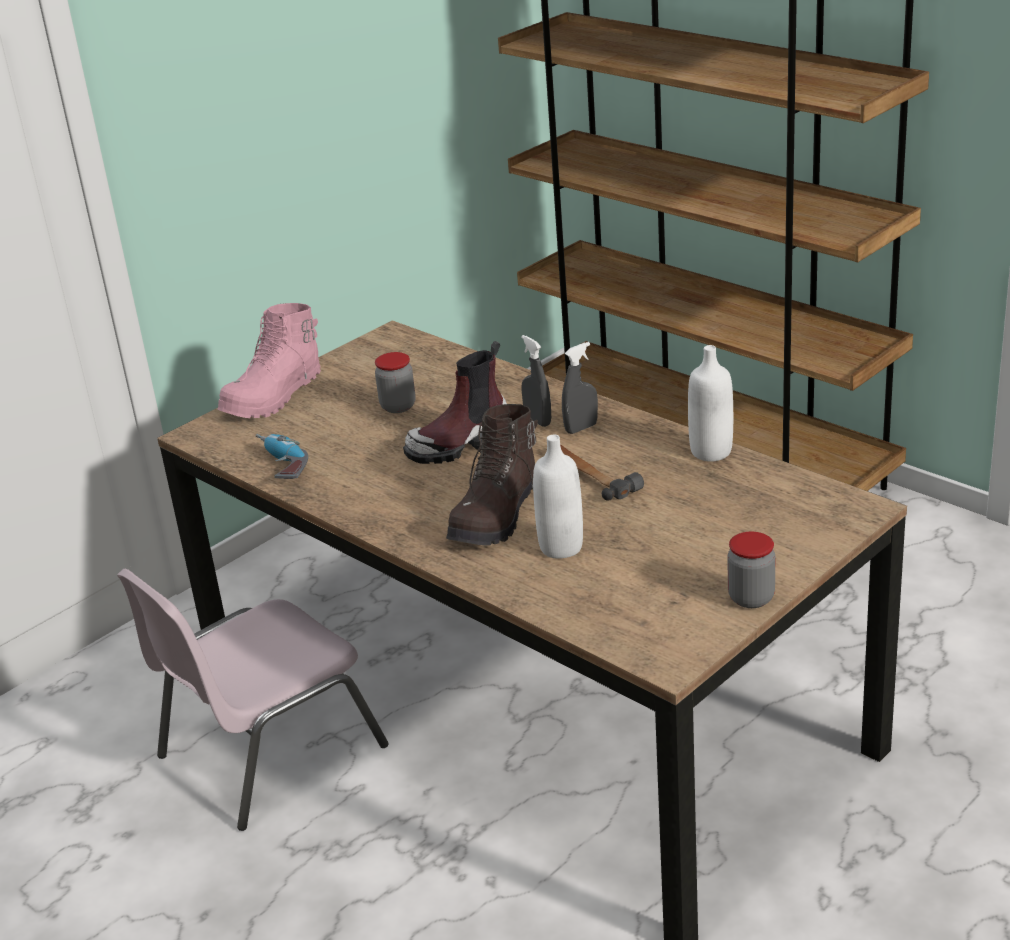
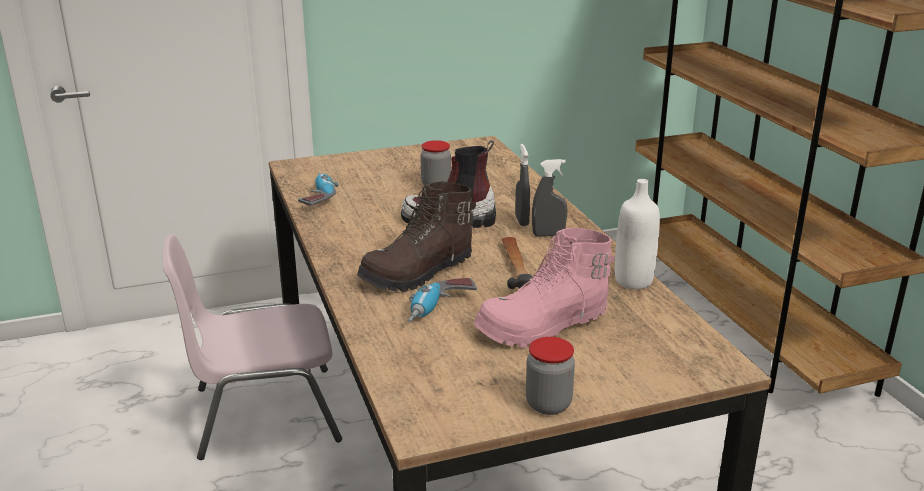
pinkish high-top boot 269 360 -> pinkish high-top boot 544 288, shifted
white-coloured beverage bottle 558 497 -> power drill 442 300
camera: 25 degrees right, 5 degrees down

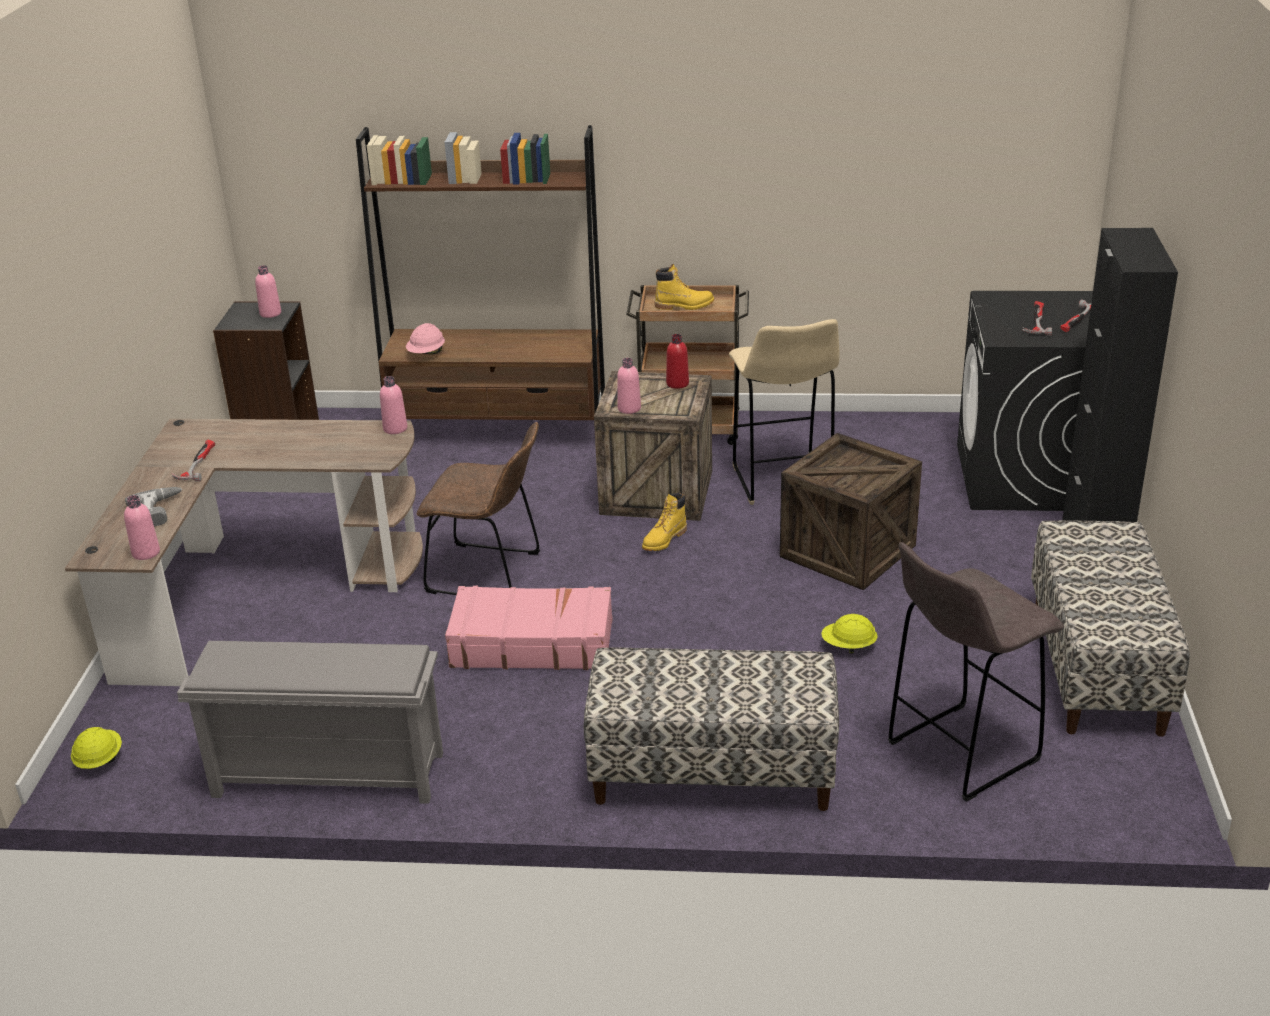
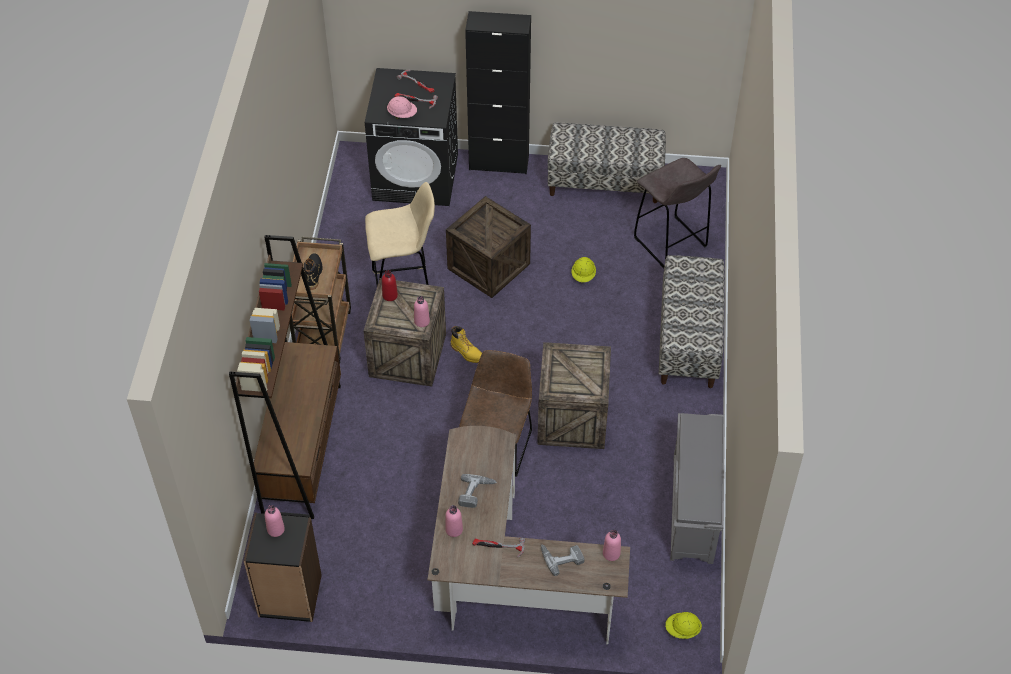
pinkish beverage bottle 393 405 -> pinkish beverage bottle 454 521, shifted
pinkish work helmet 425 338 -> pinkish work helmet 402 107, shifted
pinkish travel case 529 628 -> packing crate 574 395
yellowish high-top boot 684 287 -> black-coloured high-top boot 313 271
none -> power drill 477 491
camera: 90 degrees left, 20 degrees up

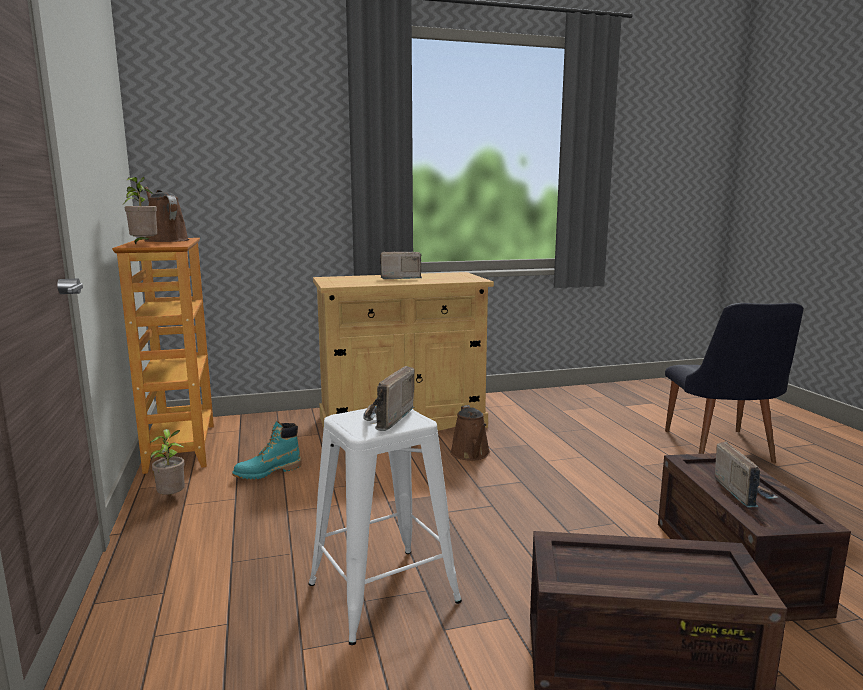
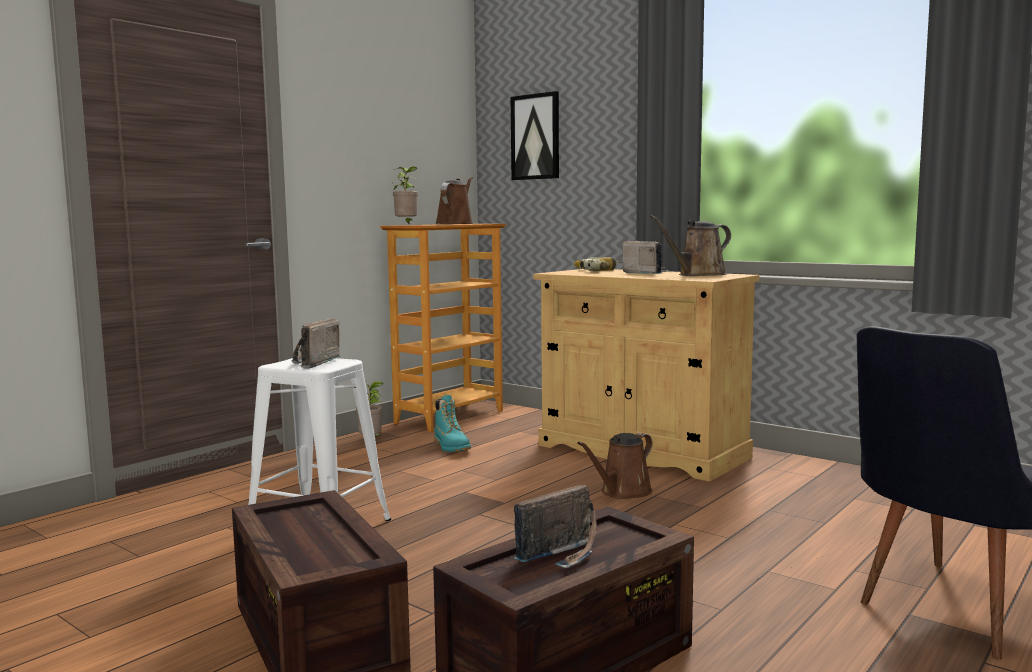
turquoise high-top boot 267 450 -> turquoise high-top boot 452 423, 135 degrees counterclockwise
radio receiver 389 398 -> radio receiver 316 343, 60 degrees counterclockwise
none -> wall art 534 135
none -> power drill 598 264
none -> brown-coloured watering can 690 245
camera: 55 degrees right, 5 degrees down

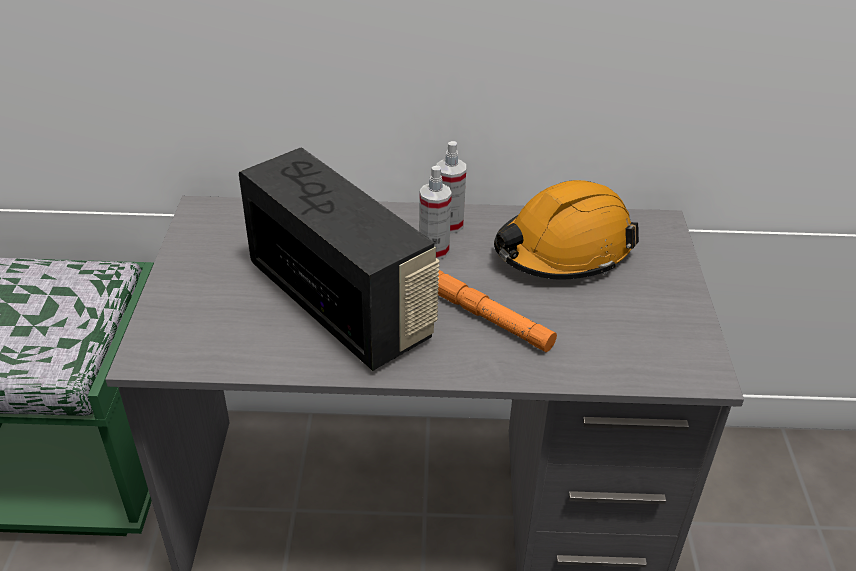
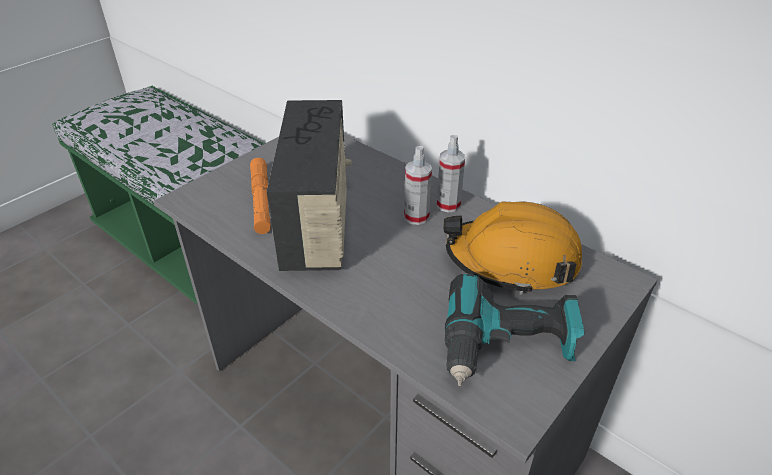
orangey hand torch 497 311 -> orangey hand torch 260 196, shifted
none -> power drill 514 329
camera: 40 degrees right, 0 degrees up

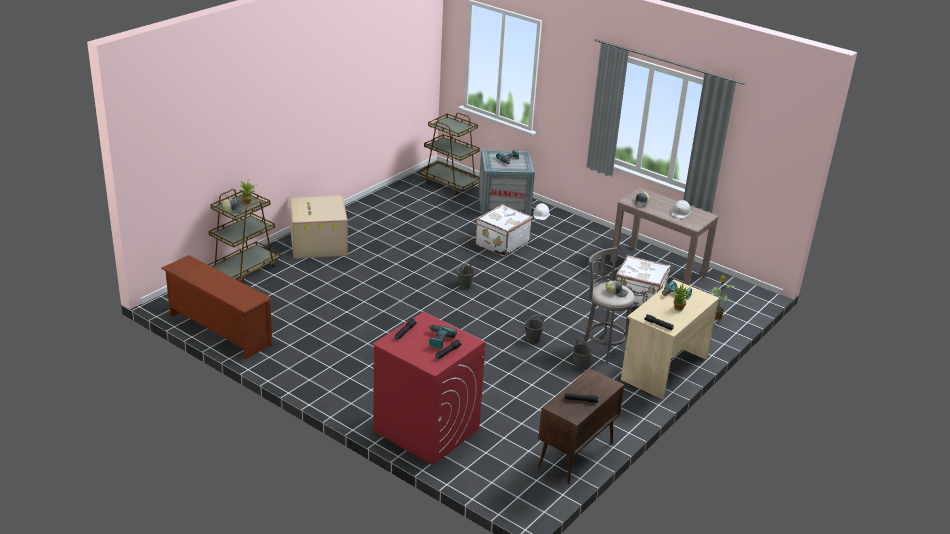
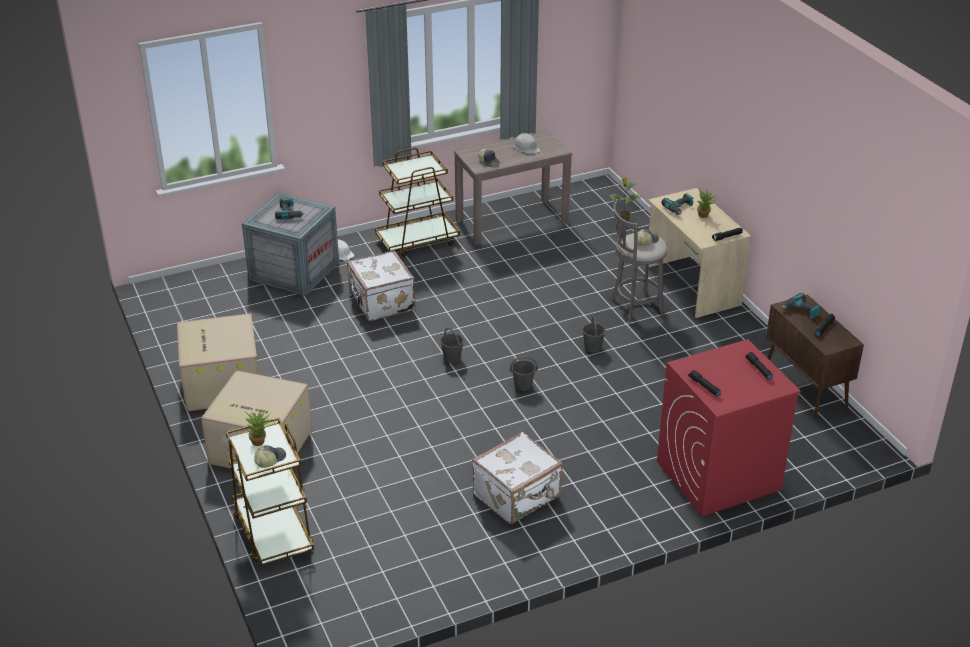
brown-coloured shoe rack 216 307 -> none
brown-coloured cart 449 154 -> brown-coloured cart 417 202, shifted
power drill 442 336 -> power drill 801 306, shifted
gray bucket 583 354 -> gray bucket 524 373, shifted
white-coloured travel case 643 281 -> white-coloured travel case 517 478, shifted
none -> carton 218 362
camera: 60 degrees left, 5 degrees up

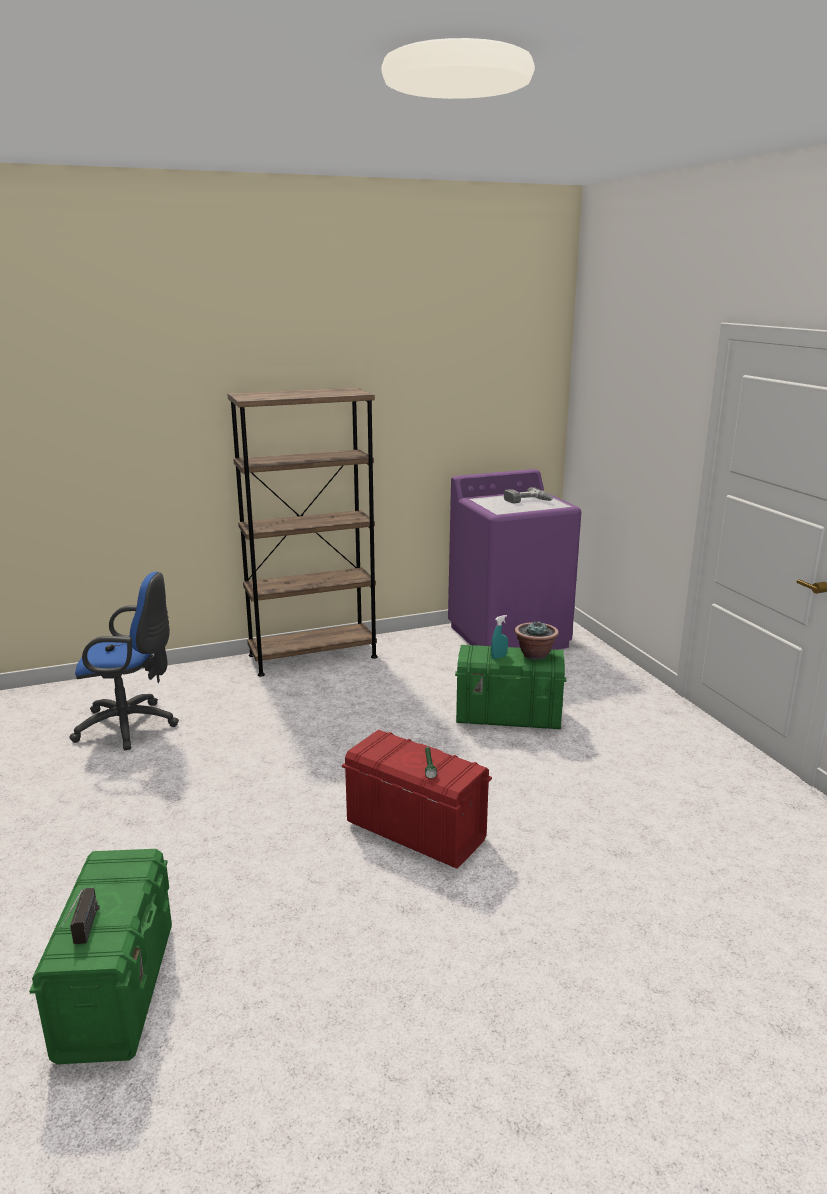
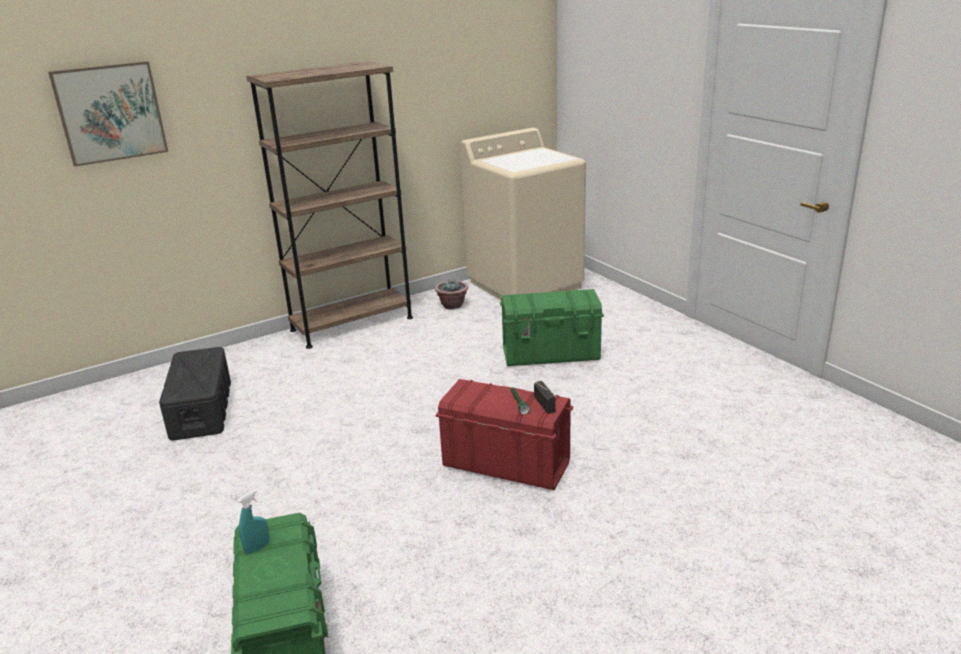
radio receiver 80 916 -> radio receiver 545 397, shifted
blue desk chair 124 661 -> black-coloured storage bin 195 393
purplish laundry appliance 514 559 -> beige laundry appliance 523 214
turquoise hand sprayer 499 637 -> turquoise hand sprayer 253 522, shifted
power drill 528 495 -> none
houseplant 537 640 -> houseplant 451 294, shifted
none -> wall art 108 114
camera: 10 degrees left, 5 degrees up

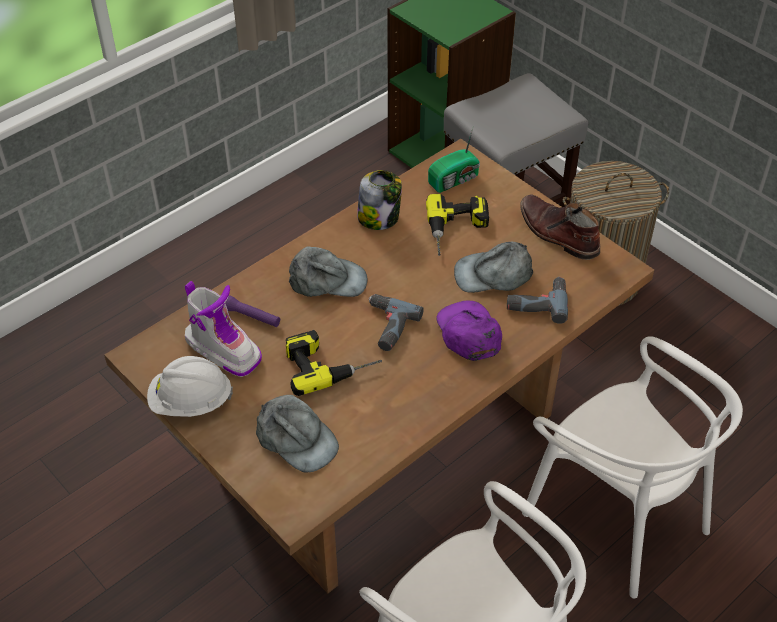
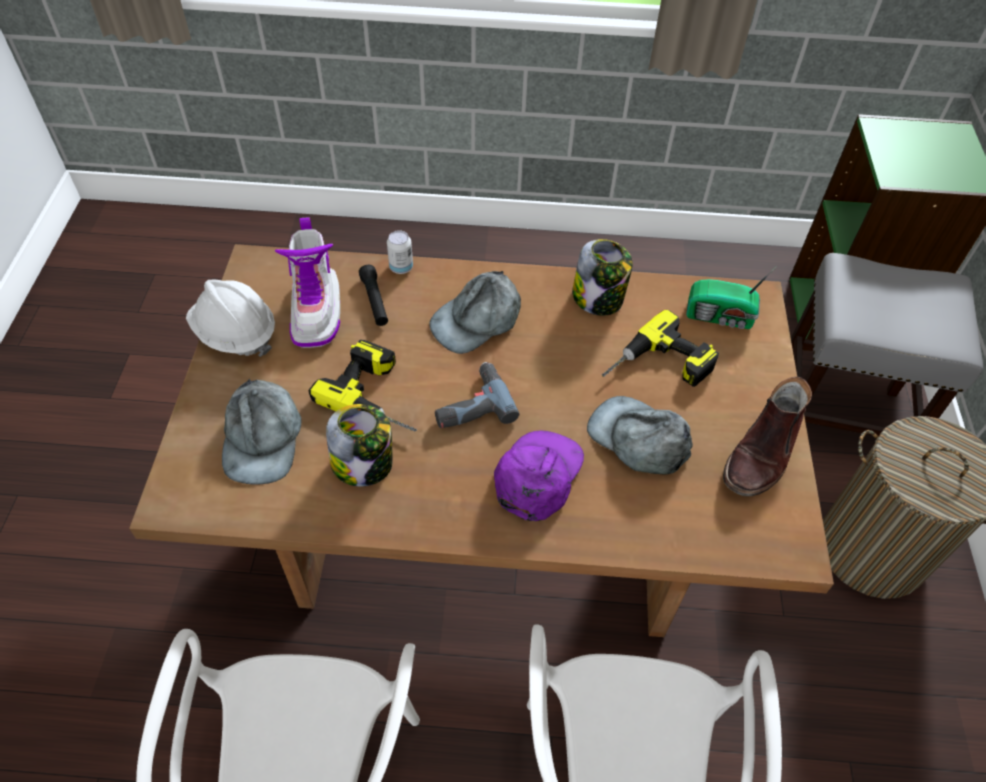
purplish hand torch 252 311 -> black-coloured hand torch 373 295
gray peaked cap 328 271 -> gray peaked cap 475 312, 90 degrees clockwise
power drill 537 300 -> none
brown-coloured high-top boot 560 227 -> brown-coloured high-top boot 767 436, 150 degrees counterclockwise
none -> preserve jar 359 445
none -> sealed can 400 252
camera: 45 degrees right, 5 degrees up

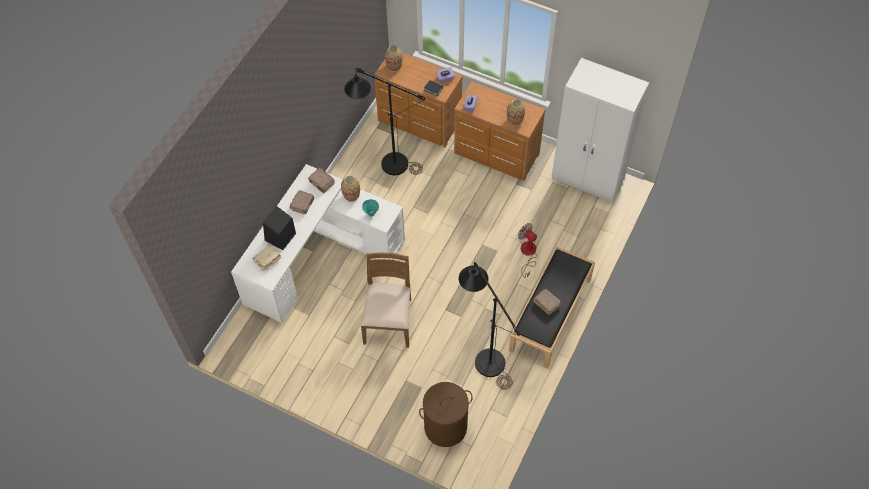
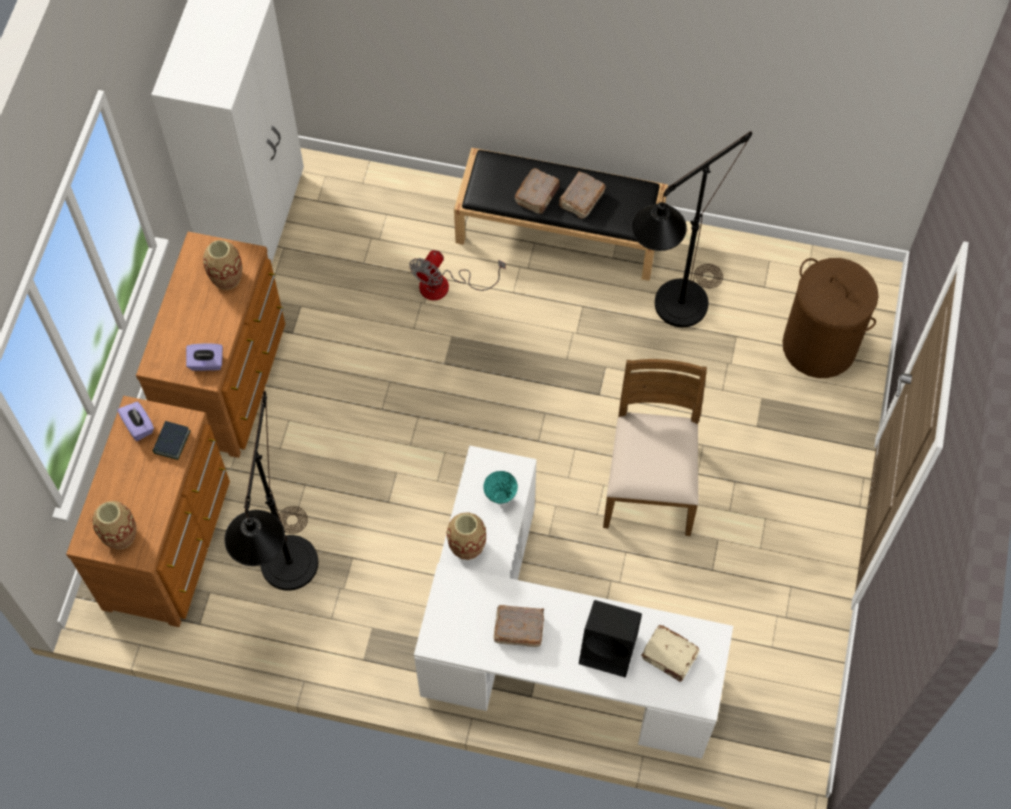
brown-coloured book 321 180 -> brown-coloured book 537 191, shifted
brown-coloured upright chair 386 300 -> brown-coloured upright chair 655 447, 105 degrees clockwise
camera: 105 degrees left, 5 degrees up

